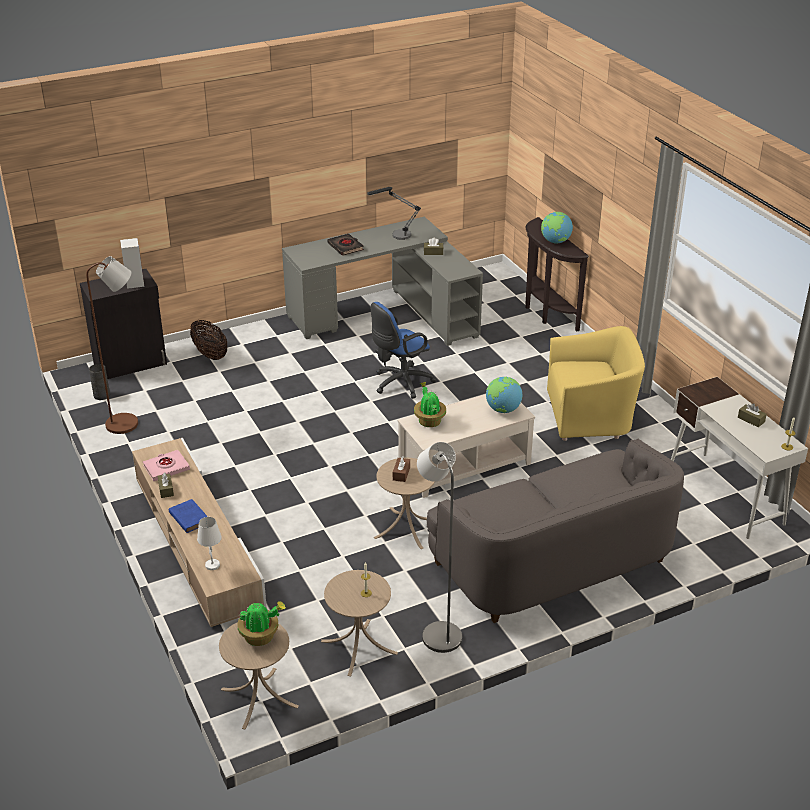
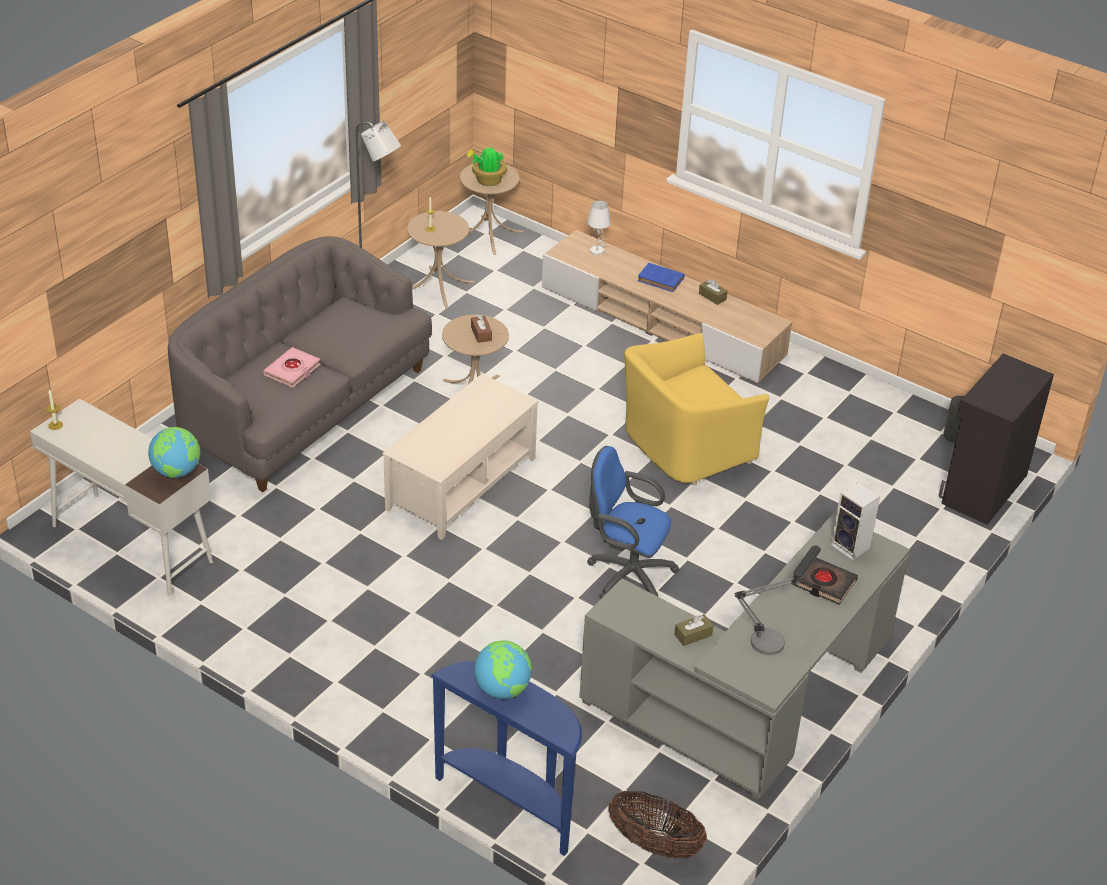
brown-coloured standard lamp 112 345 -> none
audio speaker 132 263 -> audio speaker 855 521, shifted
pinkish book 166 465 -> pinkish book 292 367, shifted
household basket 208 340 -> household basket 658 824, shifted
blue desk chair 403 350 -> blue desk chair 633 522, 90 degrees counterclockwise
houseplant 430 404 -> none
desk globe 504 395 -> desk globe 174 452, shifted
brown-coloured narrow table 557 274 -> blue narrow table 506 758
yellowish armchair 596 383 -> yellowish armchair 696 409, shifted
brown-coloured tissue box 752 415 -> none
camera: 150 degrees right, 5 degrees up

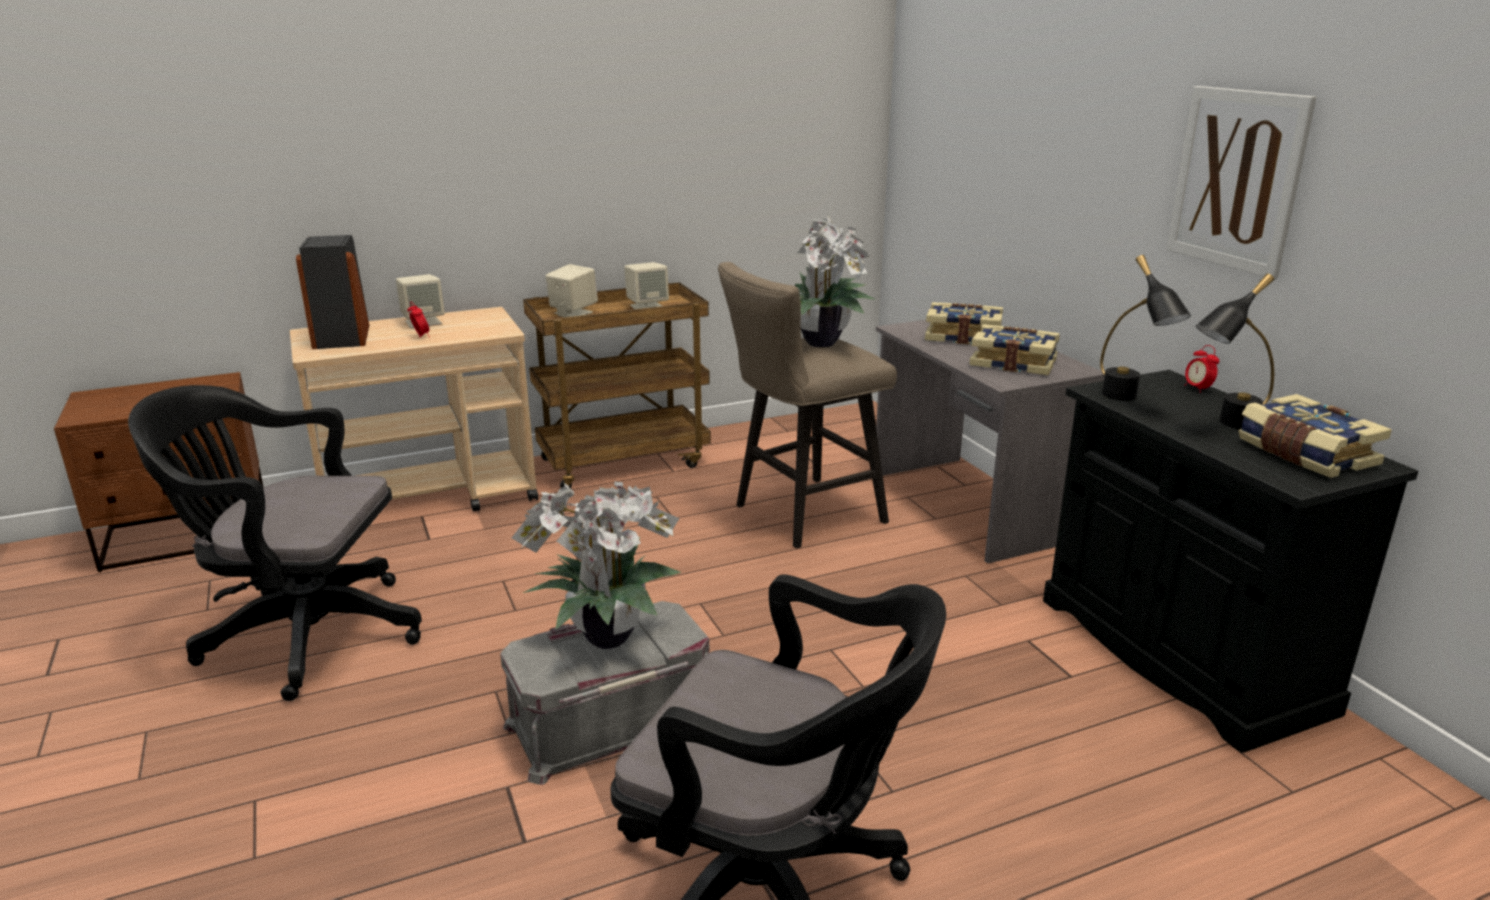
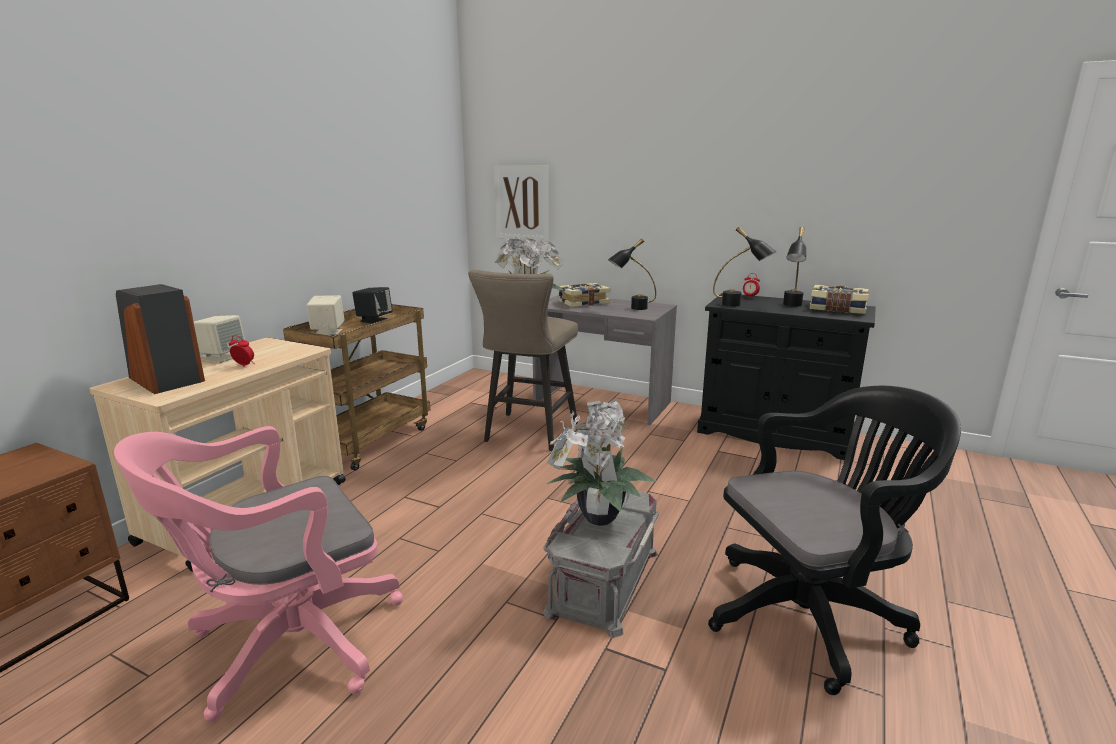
black-coloured desk chair 275 543 -> pinkish desk chair 258 574
beige audio speaker 646 285 -> black-coloured audio speaker 372 305
book 1014 349 -> black-coloured tabletop lamp 632 274
wall art 1242 182 -> wall art 521 203, shifted
camera: 40 degrees left, 5 degrees down

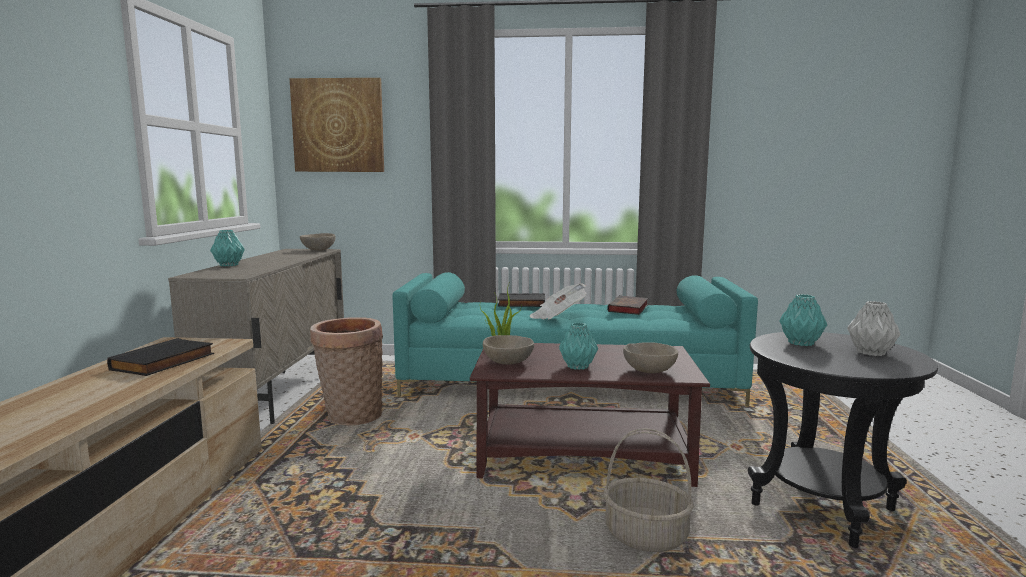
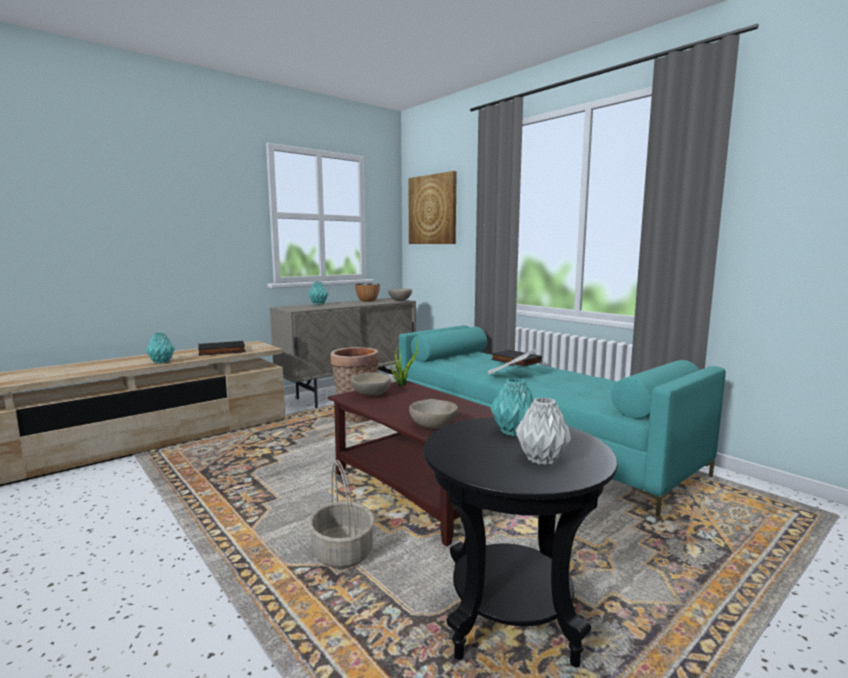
turquoise decorative vase 578 346 -> turquoise decorative vase 160 348, shifted
book 627 305 -> none
none -> deep dish 367 292
camera: 45 degrees right, 0 degrees up

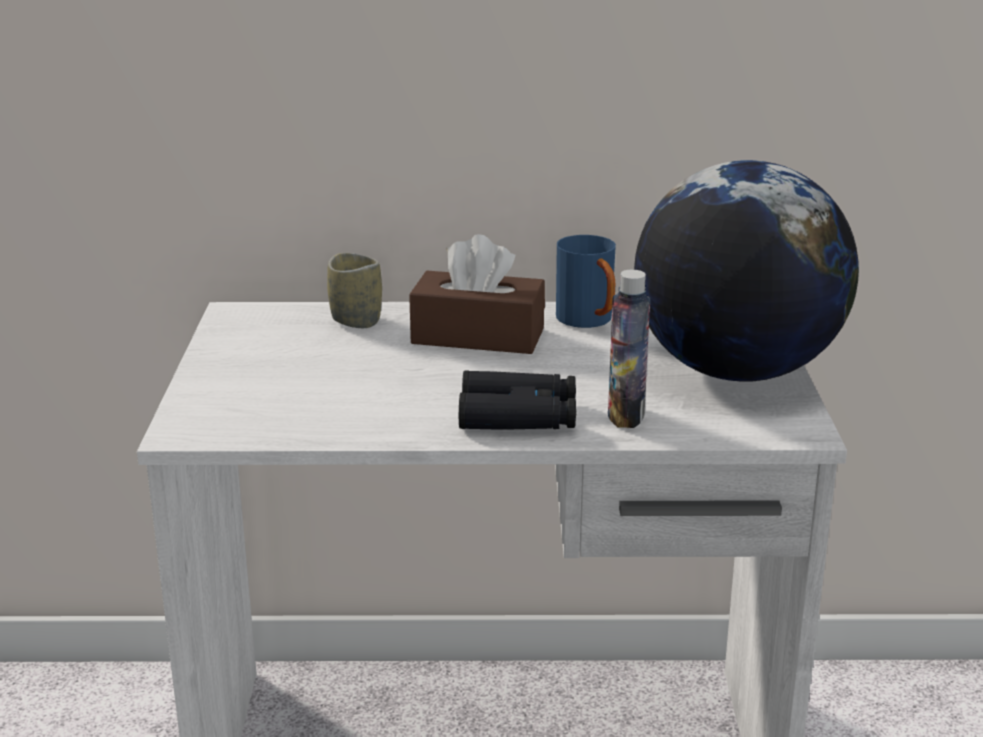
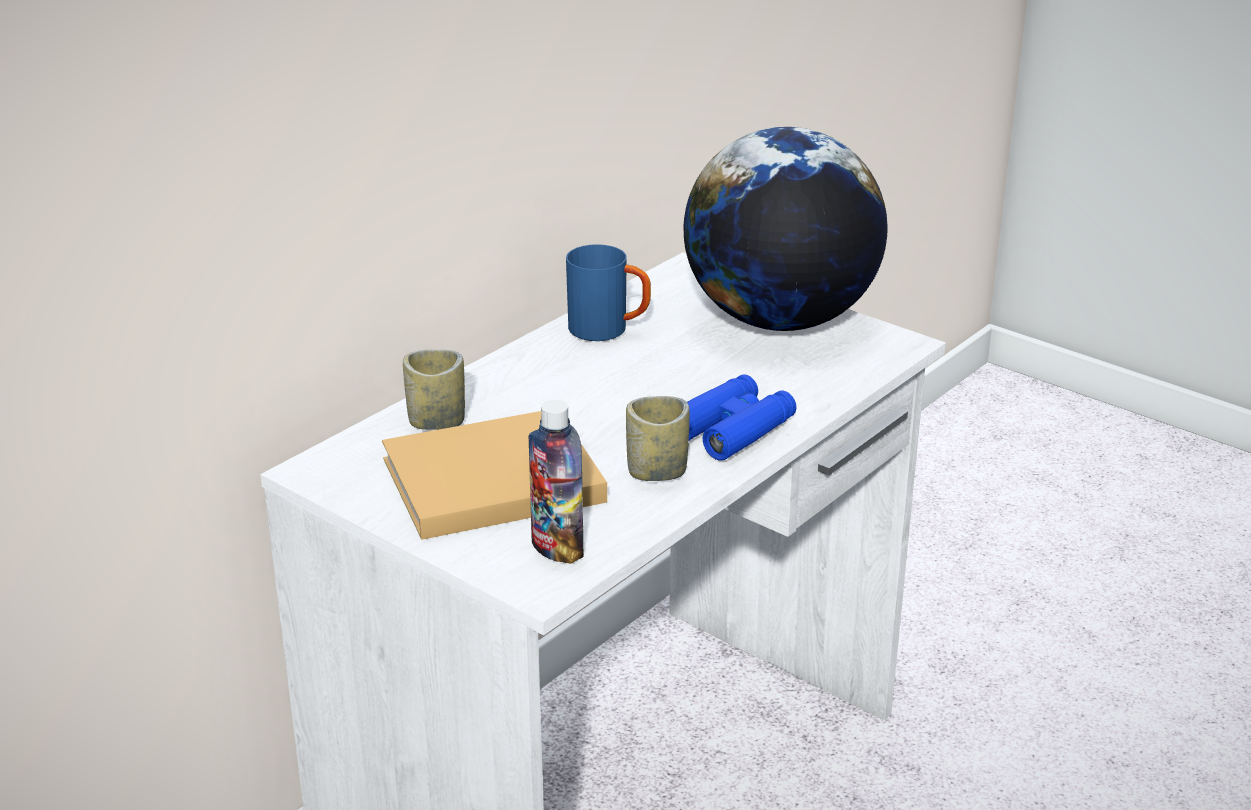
brown-coloured tissue box 477 294 -> none
black-coloured field glasses 517 400 -> blue field glasses 741 417
beverage bottle 629 349 -> beverage bottle 556 482, shifted
none -> beige book 494 475
none -> small cup 658 438
camera: 50 degrees left, 5 degrees up

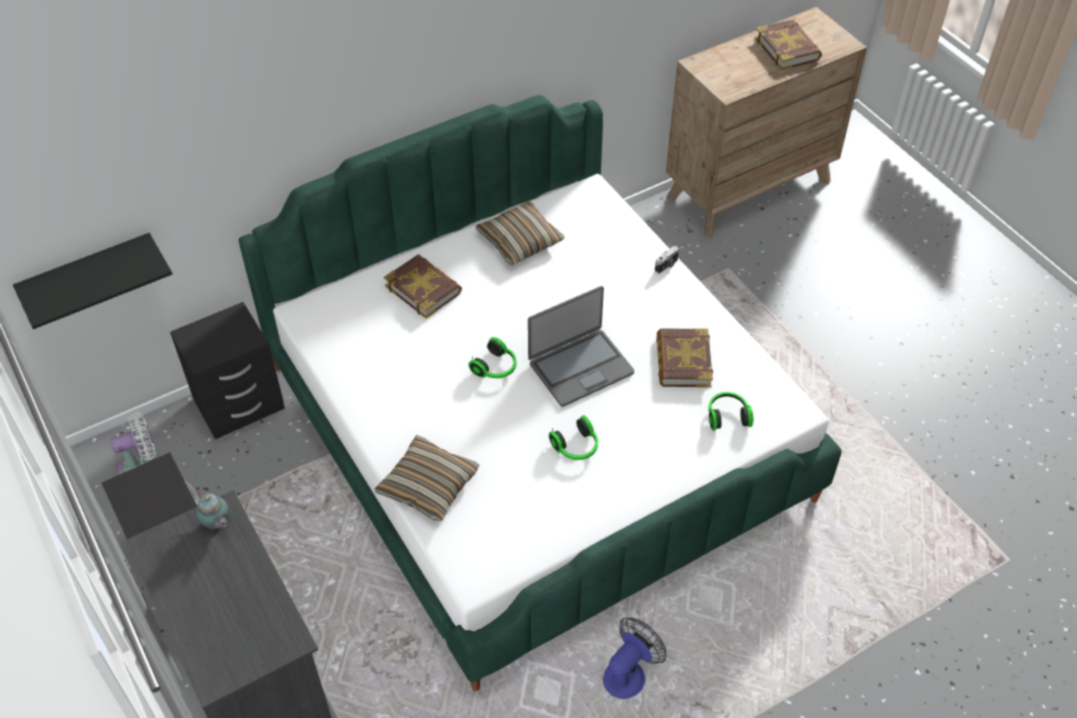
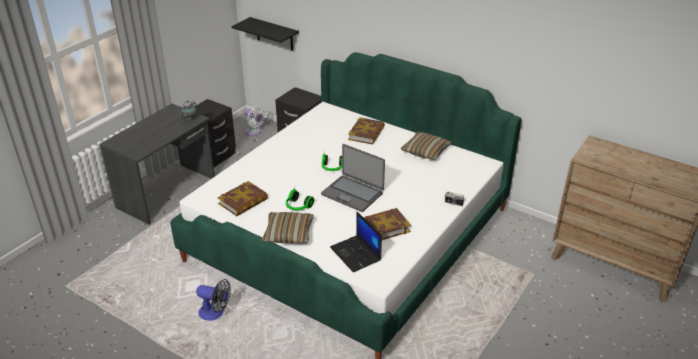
cushion 426 478 -> cushion 288 228, shifted
headset 730 411 -> notebook computer 356 241
book 788 44 -> book 242 198, shifted
camera: 65 degrees right, 15 degrees down

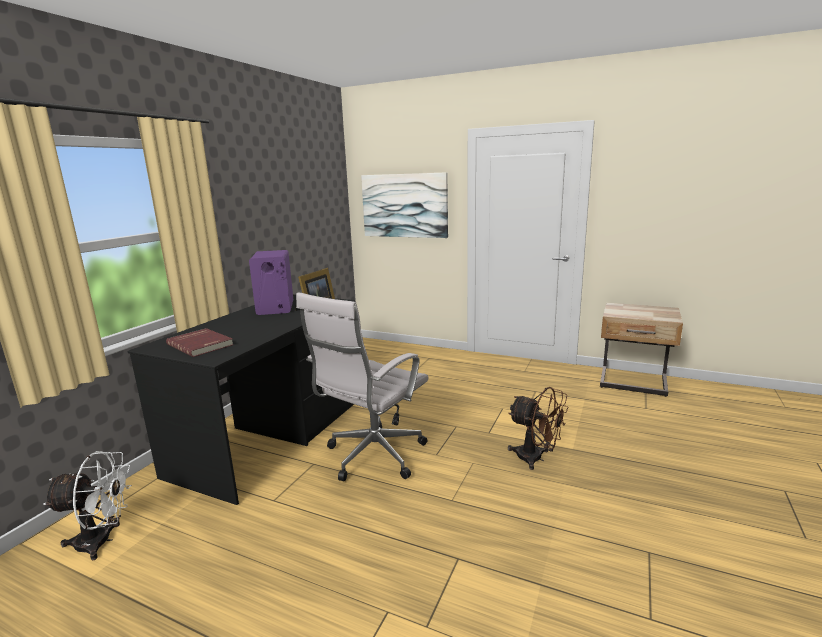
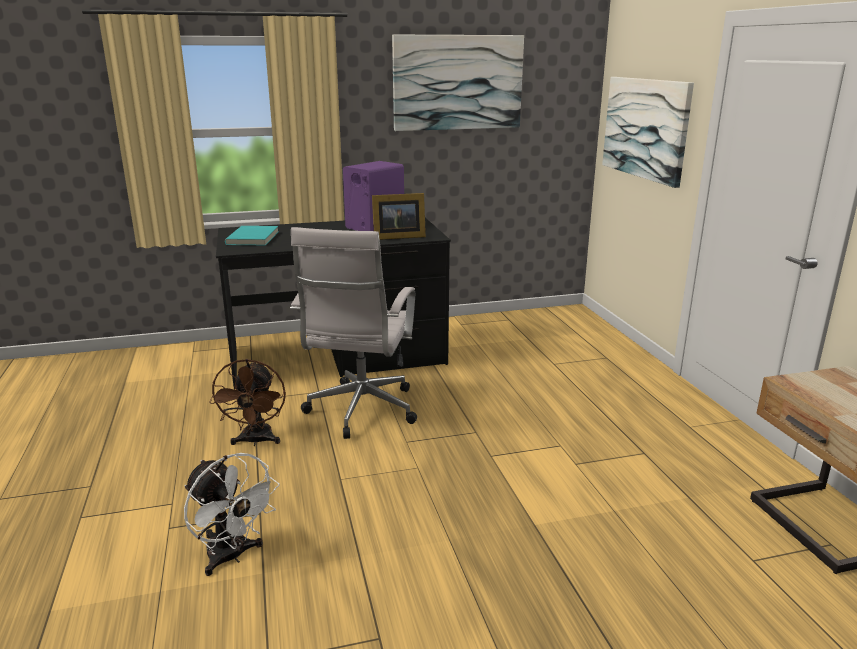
white-coloured fan 87 505 -> white-coloured fan 232 514, shifted
red-coloured book 200 342 -> turquoise book 251 235
white-coloured desk chair 362 386 -> white-coloured desk chair 353 333, 75 degrees counterclockwise
brown-coloured fan 538 428 -> brown-coloured fan 247 402, shifted
none -> wall art 458 82
camera: 50 degrees right, 5 degrees up

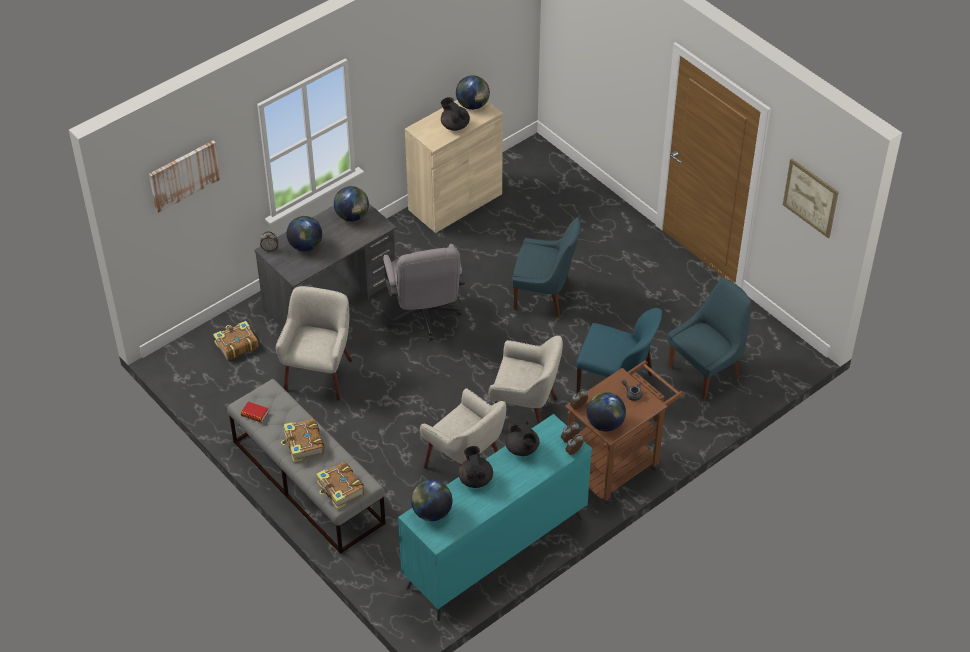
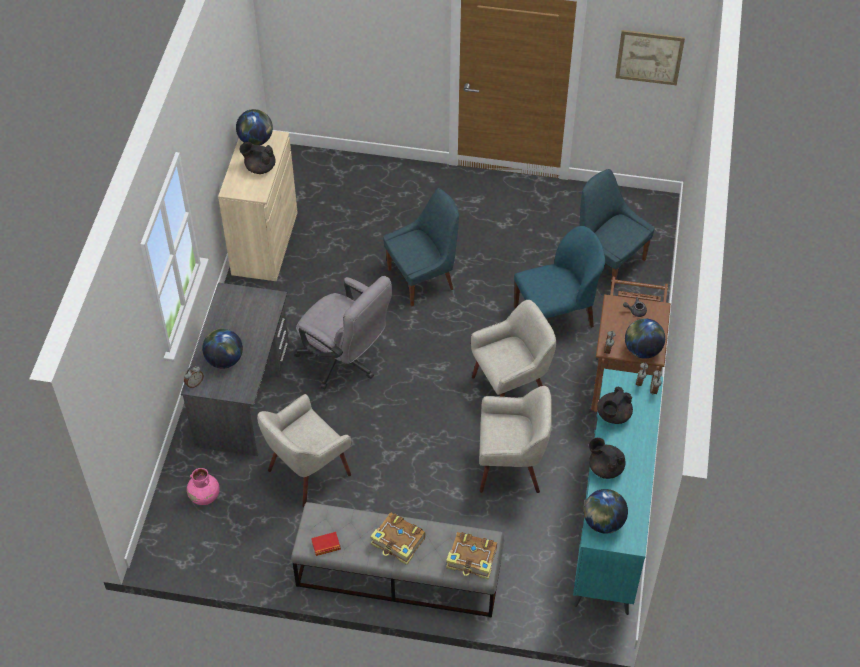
wall art 185 177 -> none
book 235 340 -> pinkish decorative vase 203 486
beige armchair 314 343 -> beige armchair 304 450, 105 degrees counterclockwise
desk globe 351 203 -> none
black-coloured pot for tea 522 438 -> black-coloured pot for tea 615 405, 105 degrees clockwise
blue upright chair 709 338 -> blue upright chair 617 228, 60 degrees counterclockwise
camera: 40 degrees left, 5 degrees up

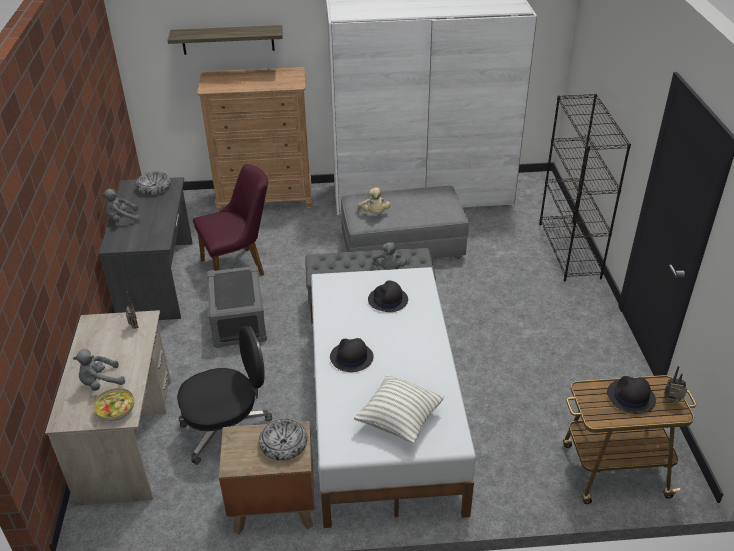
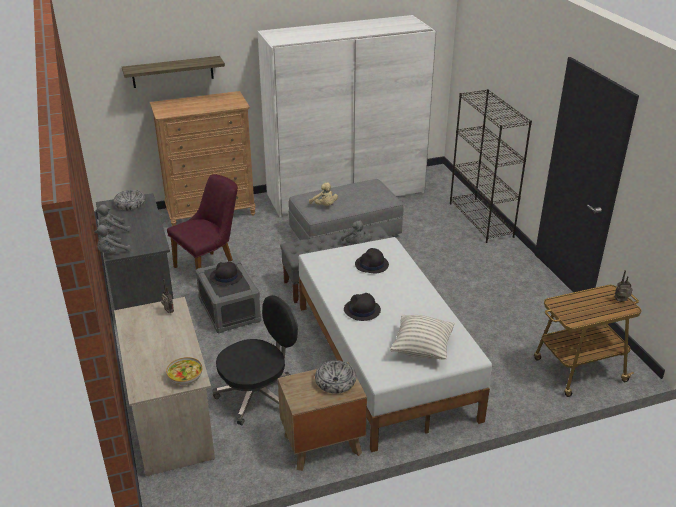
gray plush toy 99 370 -> gray plush toy 113 240, shifted
black-coloured clothing hat 631 395 -> black-coloured clothing hat 226 274, shifted
camera: 15 degrees left, 5 degrees down

